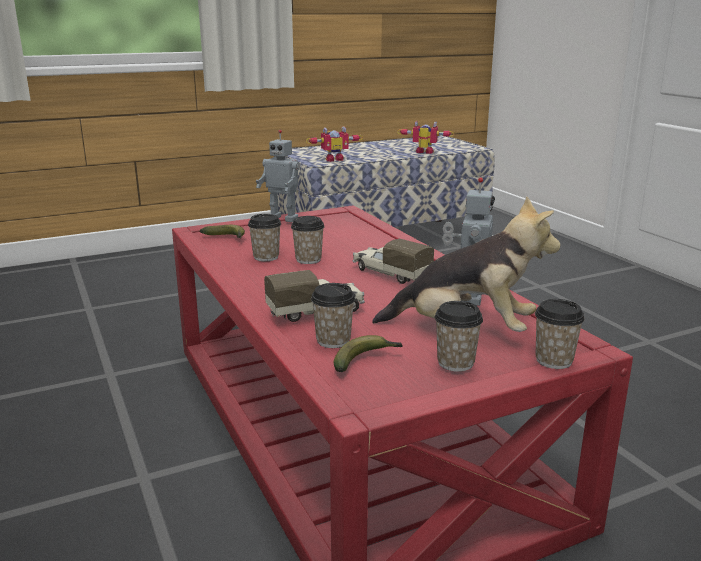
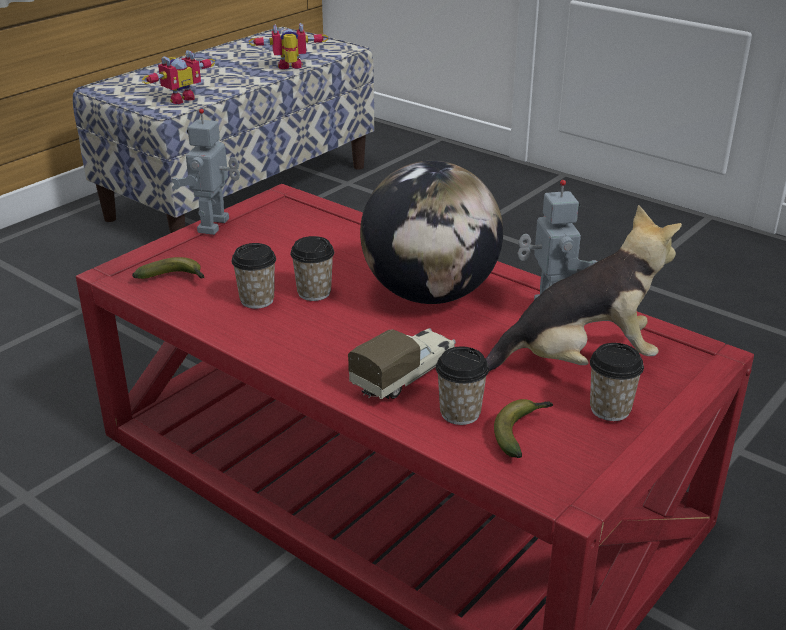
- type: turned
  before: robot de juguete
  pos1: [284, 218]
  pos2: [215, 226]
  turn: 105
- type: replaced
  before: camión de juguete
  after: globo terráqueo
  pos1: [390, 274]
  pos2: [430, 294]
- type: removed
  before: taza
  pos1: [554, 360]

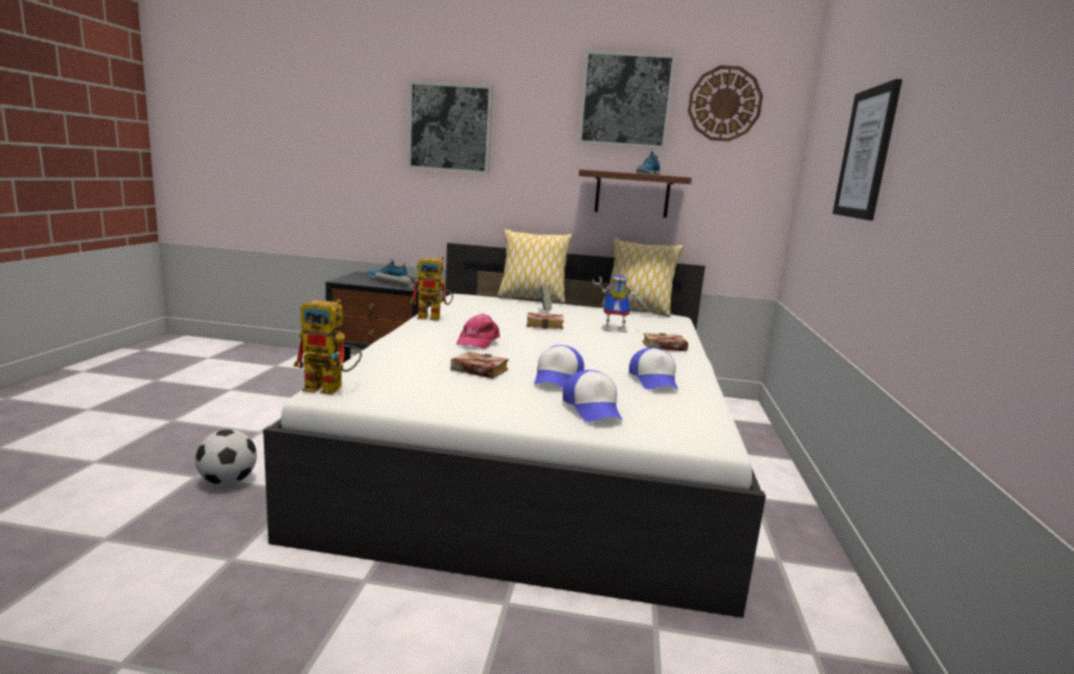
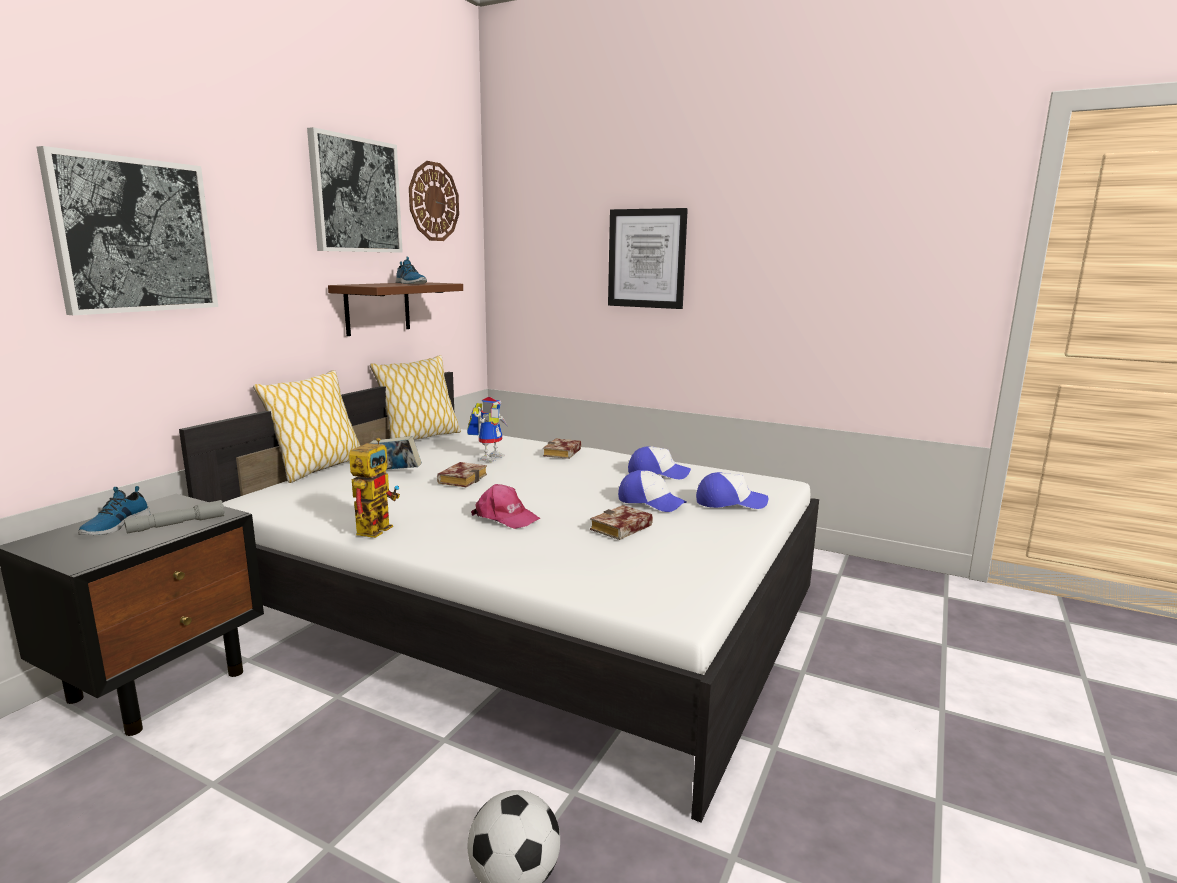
- type: removed
  before: robot de juguete
  pos1: [332, 388]

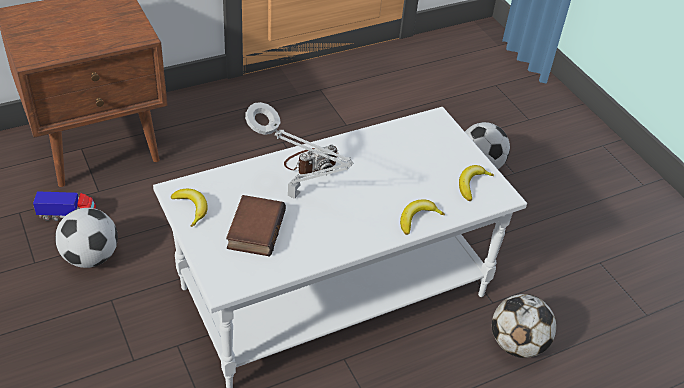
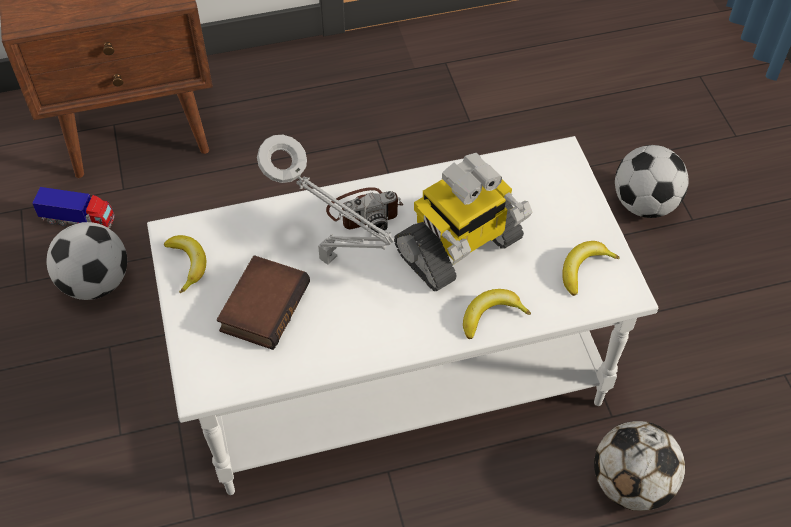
- type: added
  after: robot de juguete
  pos2: [459, 248]

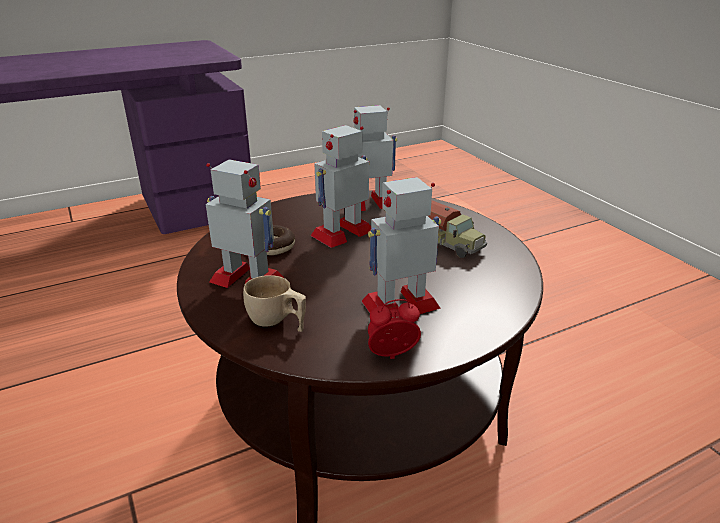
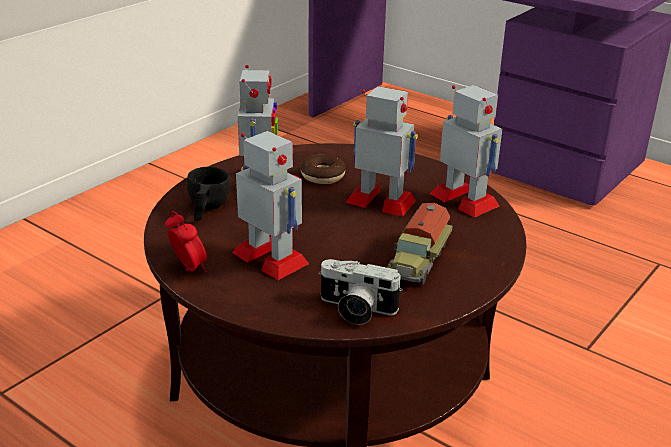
- type: recoloured
  before: taza [beis]
  after: taza [negro]
  pos1: [277, 322]
  pos2: [206, 209]
- type: added
  after: cámara
  pos2: [355, 310]

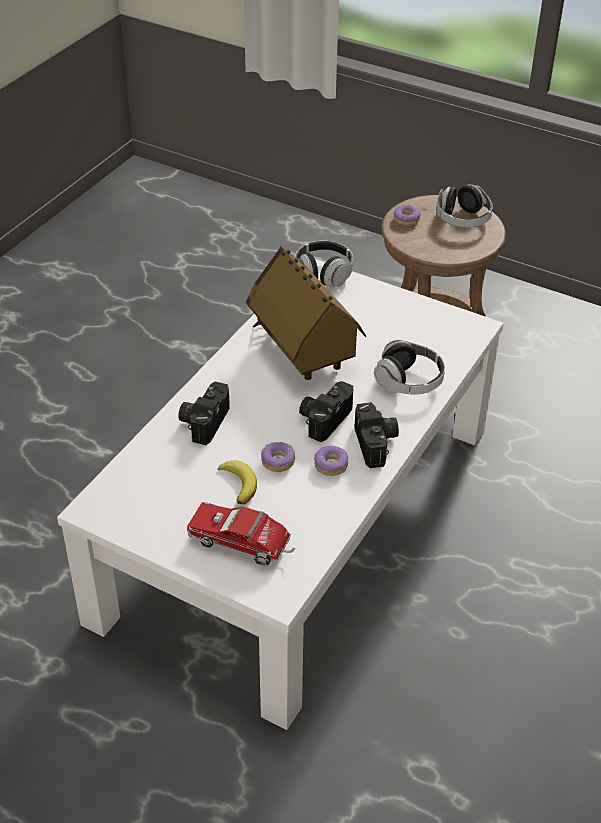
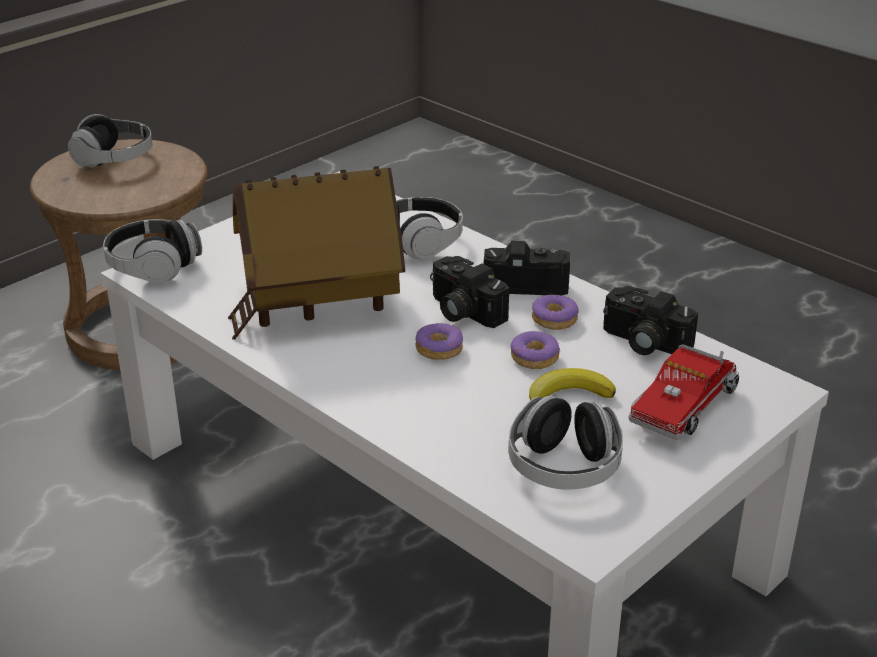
- type: moved
  before: cámara
  pos1: [204, 421]
  pos2: [642, 342]
- type: moved
  before: rosquilla
  pos1: [406, 219]
  pos2: [439, 349]
- type: added
  after: auriculares
  pos2: [563, 468]

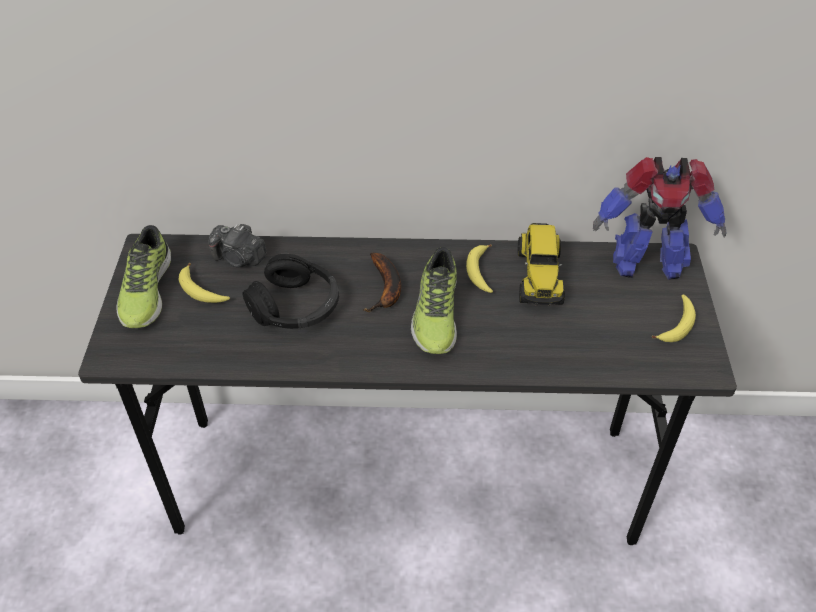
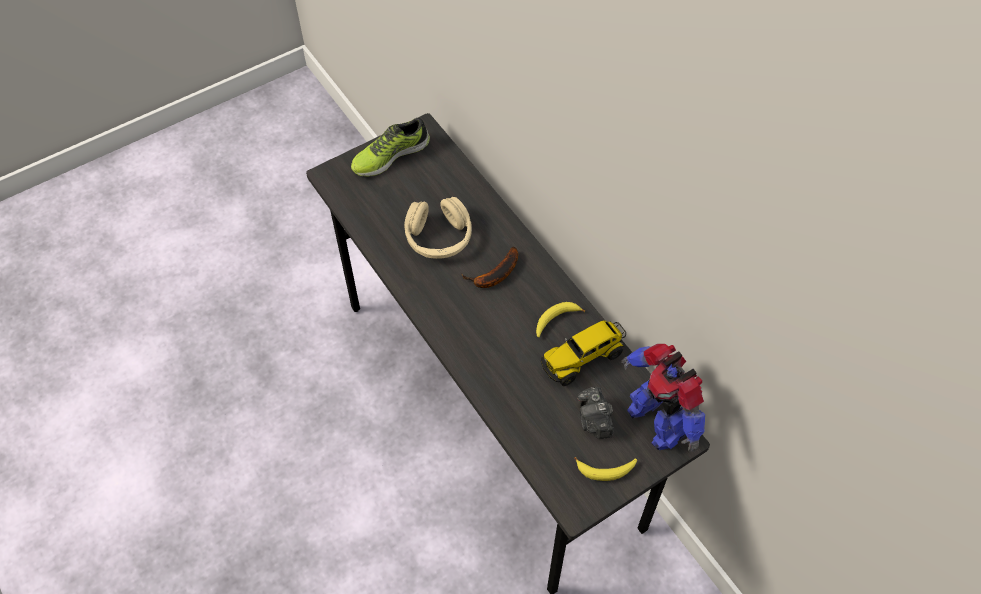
- type: removed
  before: plátano
  pos1: [201, 291]
- type: moved
  before: cámara
  pos1: [239, 258]
  pos2: [594, 420]
- type: recoloured
  before: auriculares [negro]
  after: auriculares [beis]
  pos1: [296, 306]
  pos2: [439, 237]
- type: removed
  before: zapato
  pos1: [435, 314]

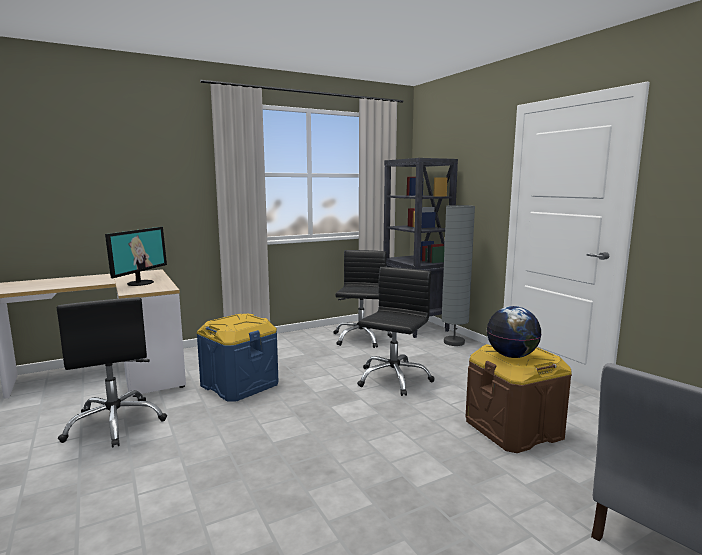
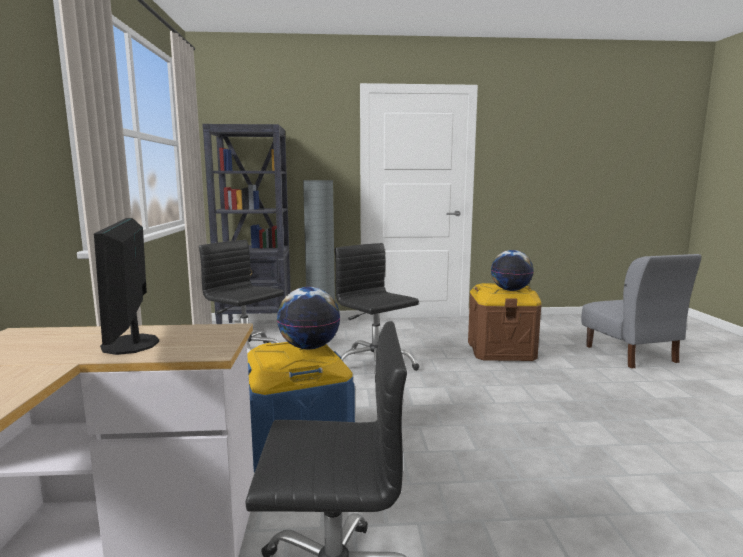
- type: turned
  before: monitor
  pos1: [140, 283]
  pos2: [132, 344]
  turn: -150
- type: added
  after: globo terráqueo
  pos2: [309, 347]

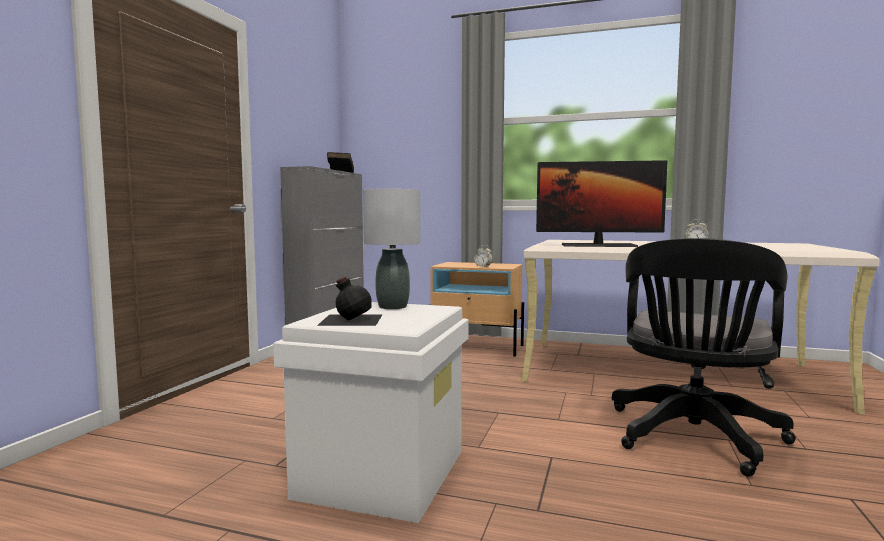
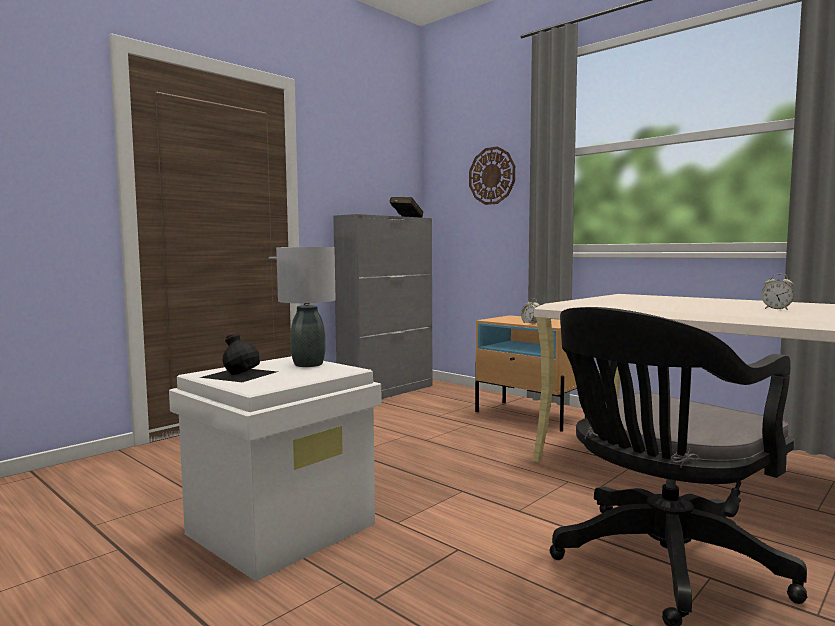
- type: removed
  before: monitor
  pos1: [598, 245]
- type: added
  after: reloj de pared
  pos2: [492, 176]

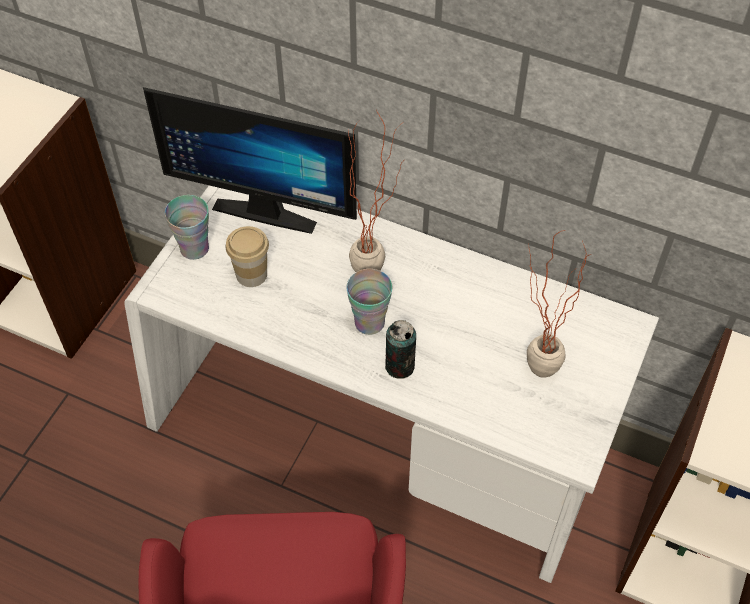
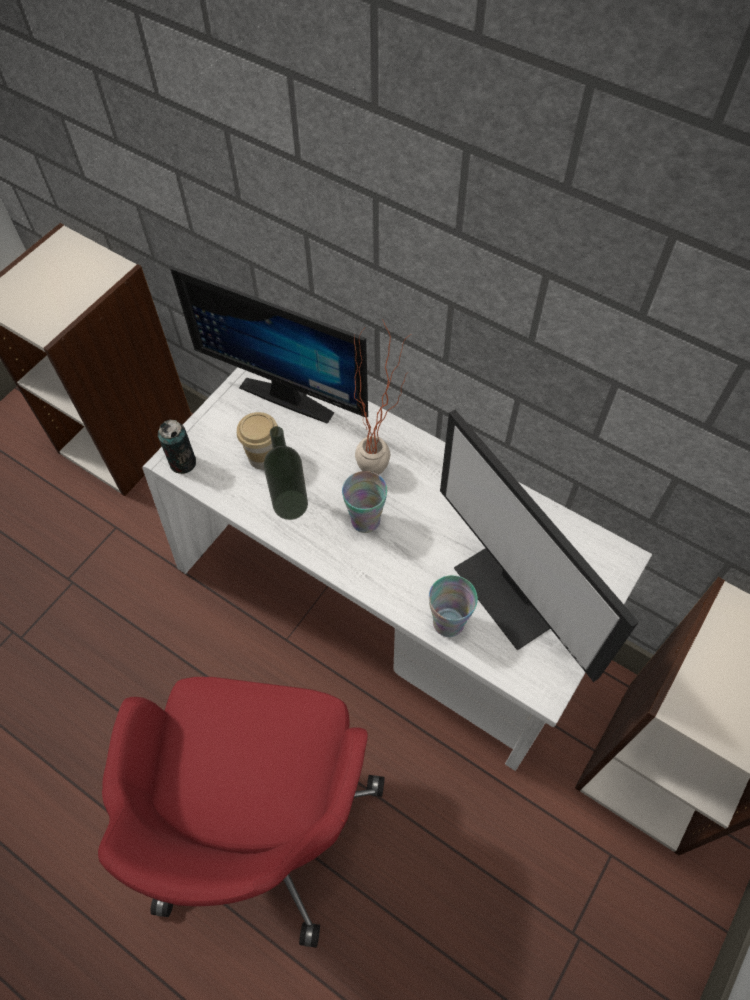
- type: moved
  before: taza
  pos1: [194, 248]
  pos2: [448, 622]
- type: moved
  before: lata
  pos1: [399, 366]
  pos2: [183, 463]
- type: replaced
  before: planta en maceta
  after: monitor
  pos1: [530, 371]
  pos2: [513, 592]
- type: added
  after: botella
  pos2: [290, 504]

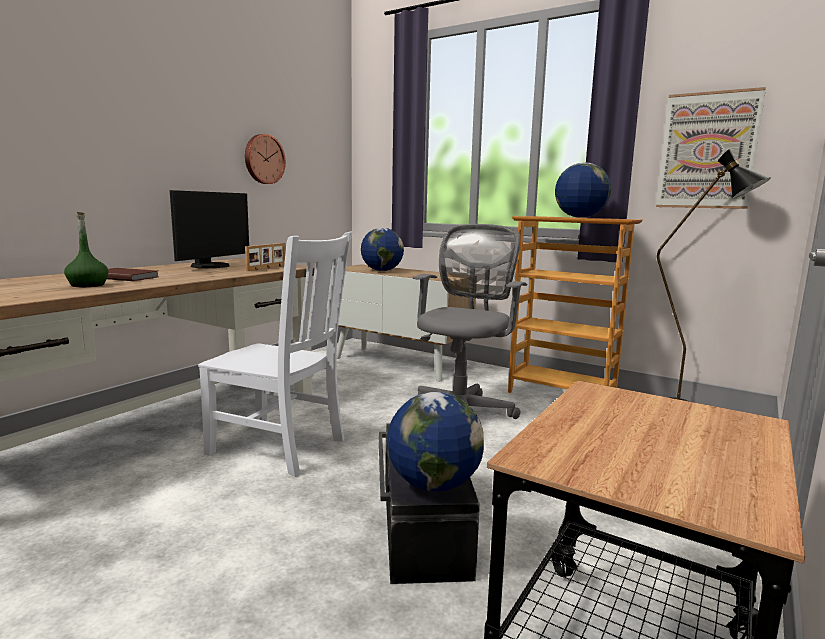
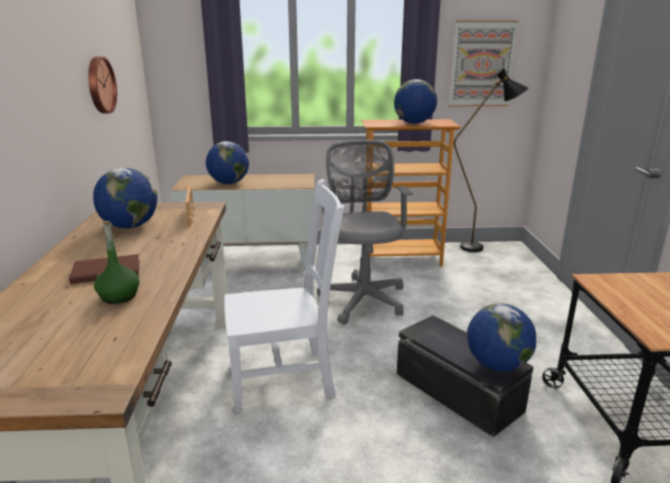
- type: replaced
  before: monitor
  after: globo terráqueo
  pos1: [212, 266]
  pos2: [130, 226]

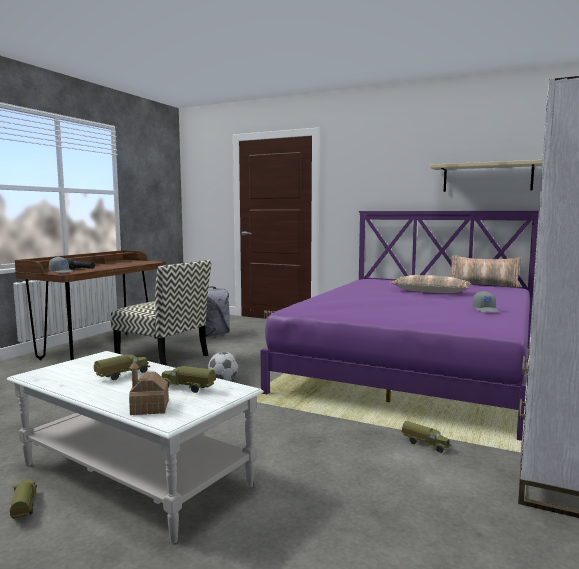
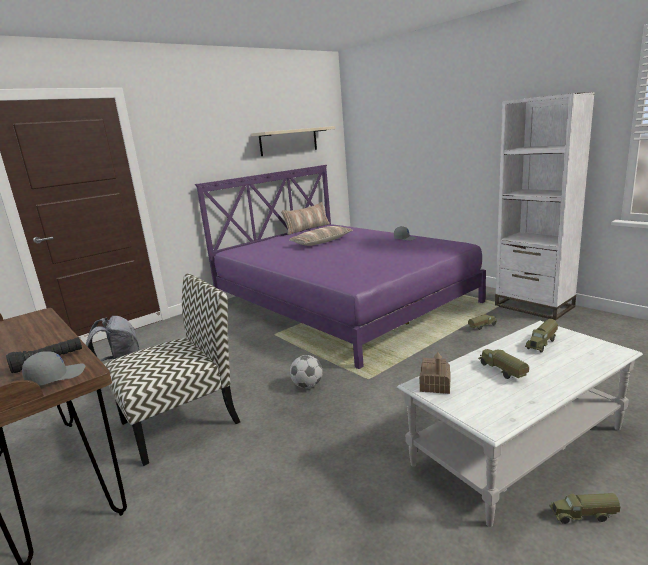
- type: moved
  before: casita
  pos1: [149, 408]
  pos2: [435, 385]

